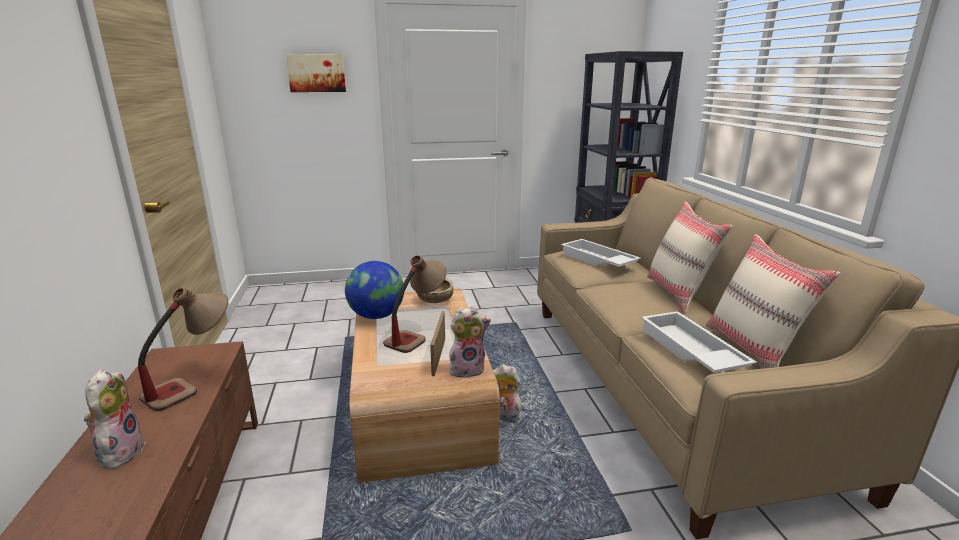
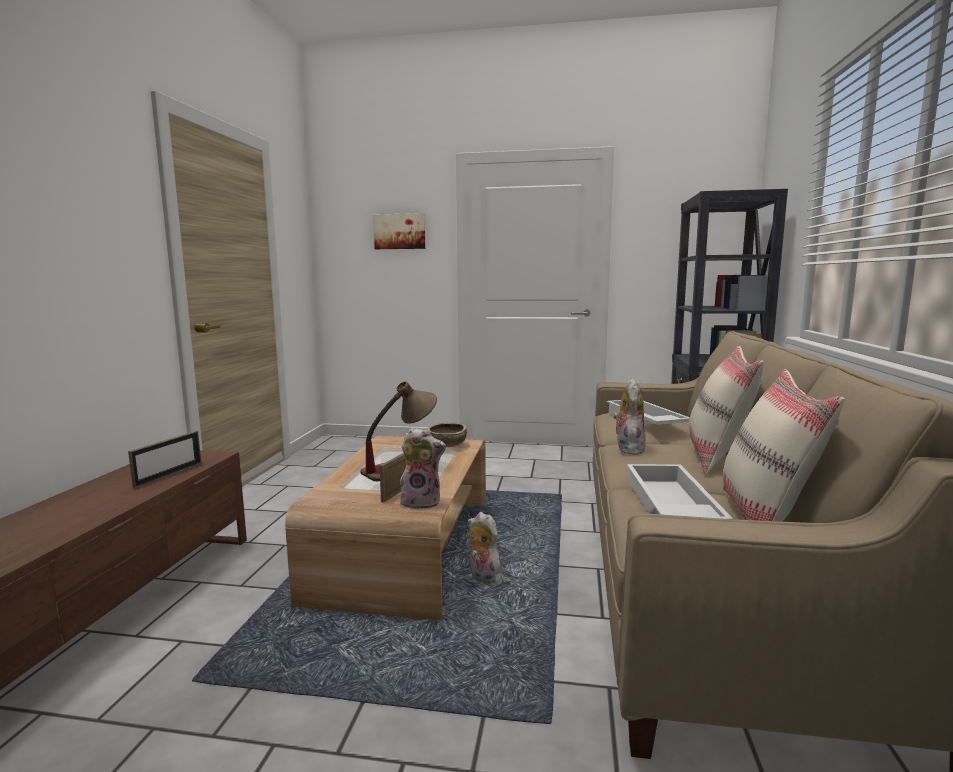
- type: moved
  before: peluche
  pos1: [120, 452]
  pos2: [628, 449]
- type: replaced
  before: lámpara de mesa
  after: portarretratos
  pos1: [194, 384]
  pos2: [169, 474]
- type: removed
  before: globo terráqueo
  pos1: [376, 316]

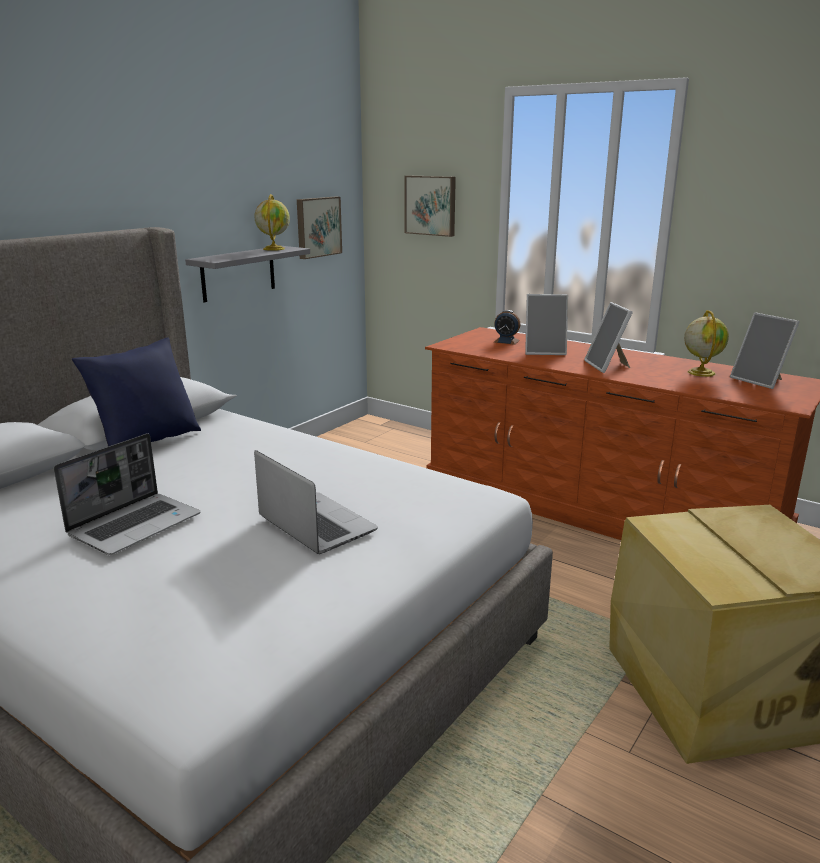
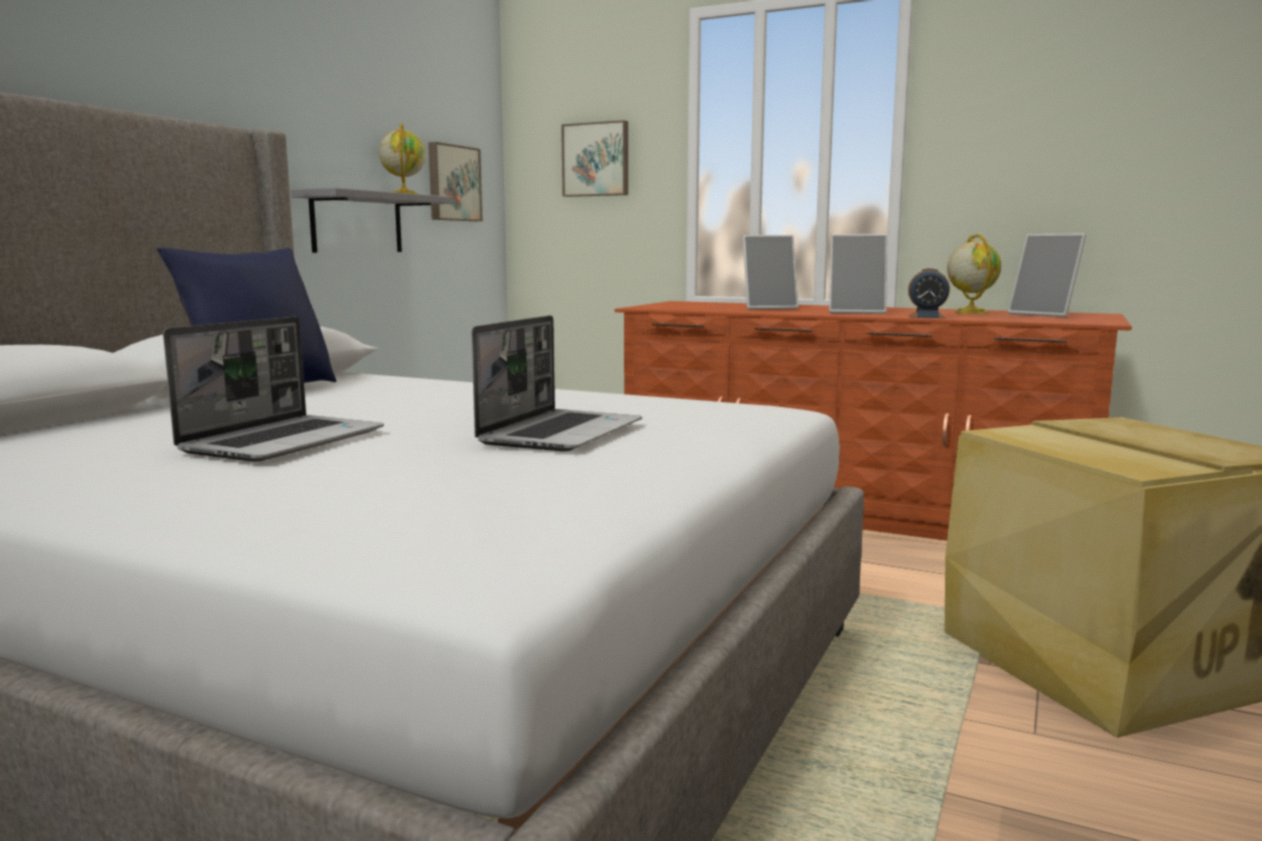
- type: turned
  before: portátil
  pos1: [314, 525]
  pos2: [561, 433]
  turn: 75
- type: moved
  before: despertador
  pos1: [506, 341]
  pos2: [927, 317]
- type: turned
  before: portarretratos
  pos1: [607, 366]
  pos2: [856, 312]
  turn: -60

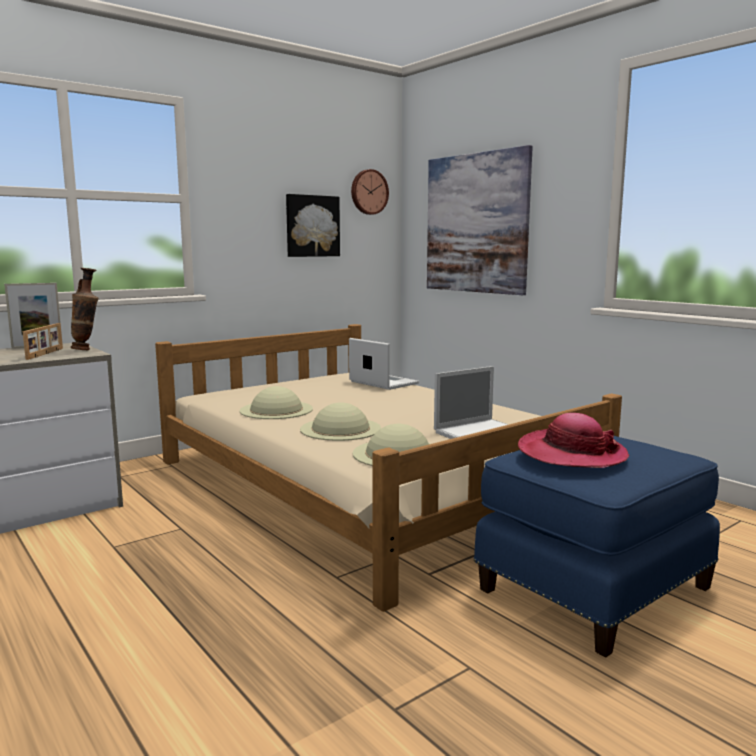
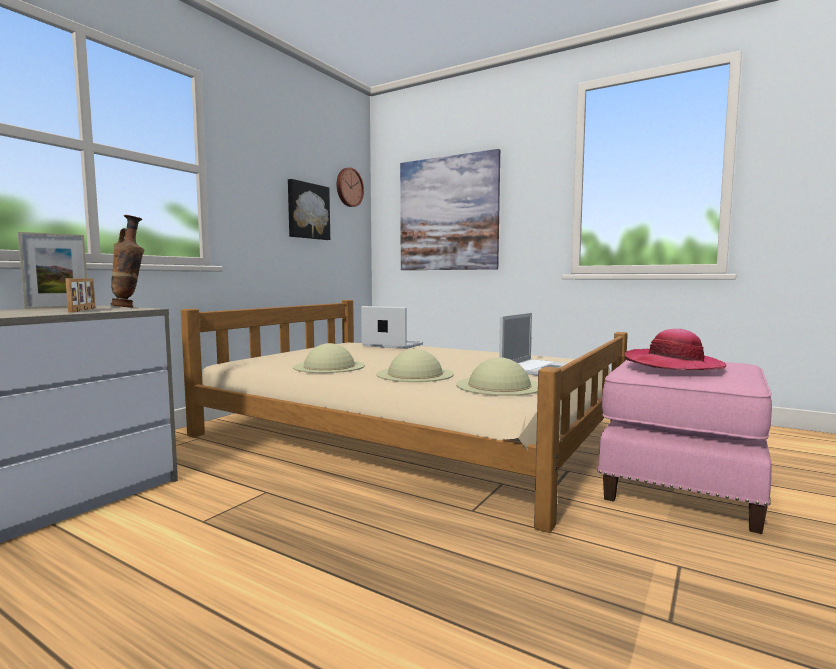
- type: recoloured
  before: puf [azul]
  after: puf [rosa]
  pos1: [592, 587]
  pos2: [680, 483]

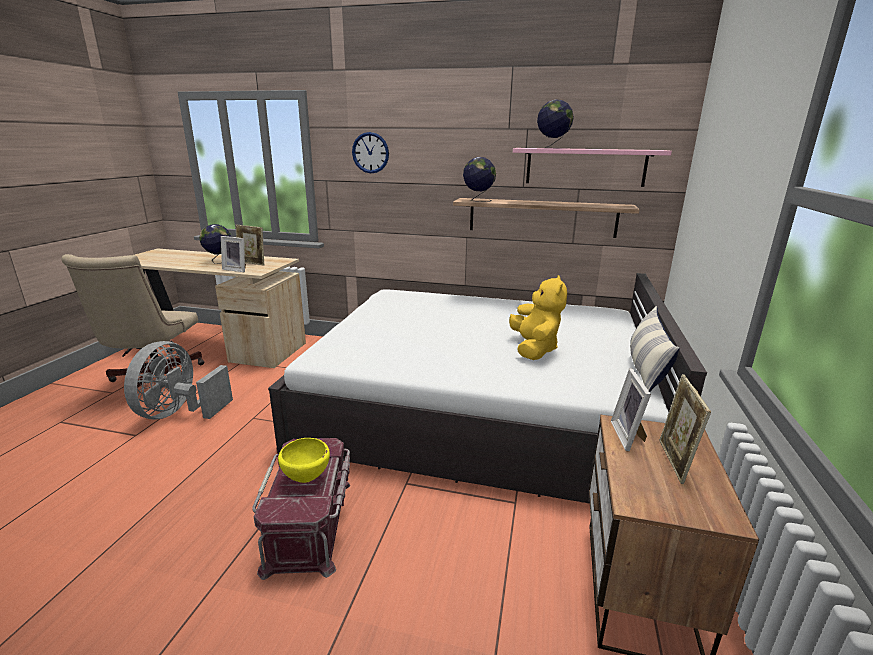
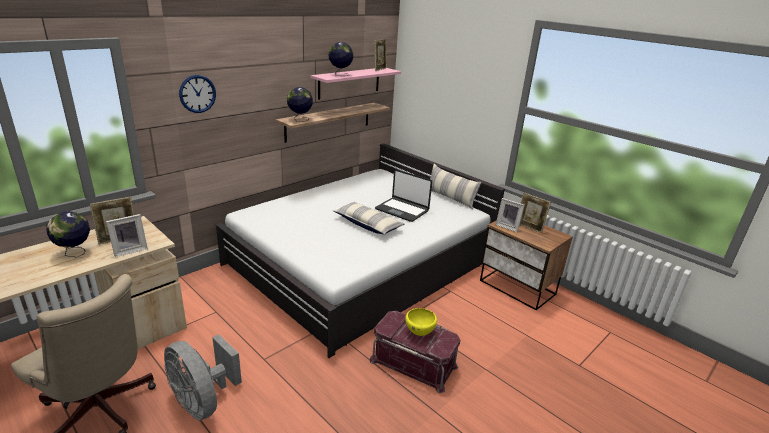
- type: replaced
  before: peluche [amarillo]
  after: portátil
  pos1: [534, 349]
  pos2: [402, 210]
- type: added
  after: cojín
  pos2: [367, 224]
- type: added
  after: portarretratos
  pos2: [379, 69]

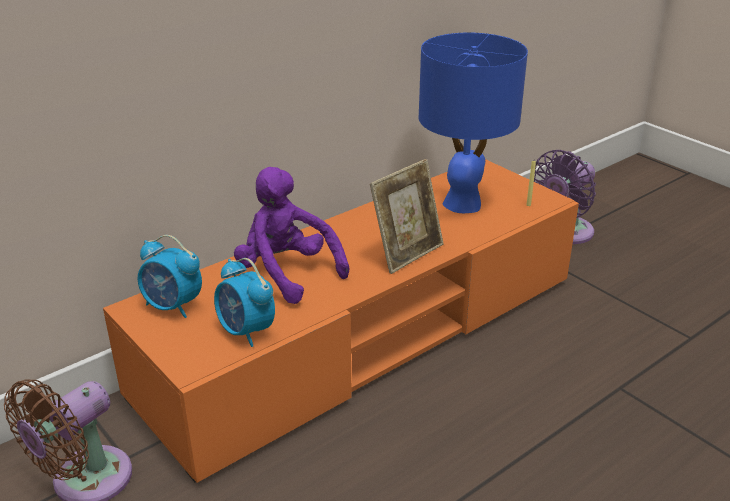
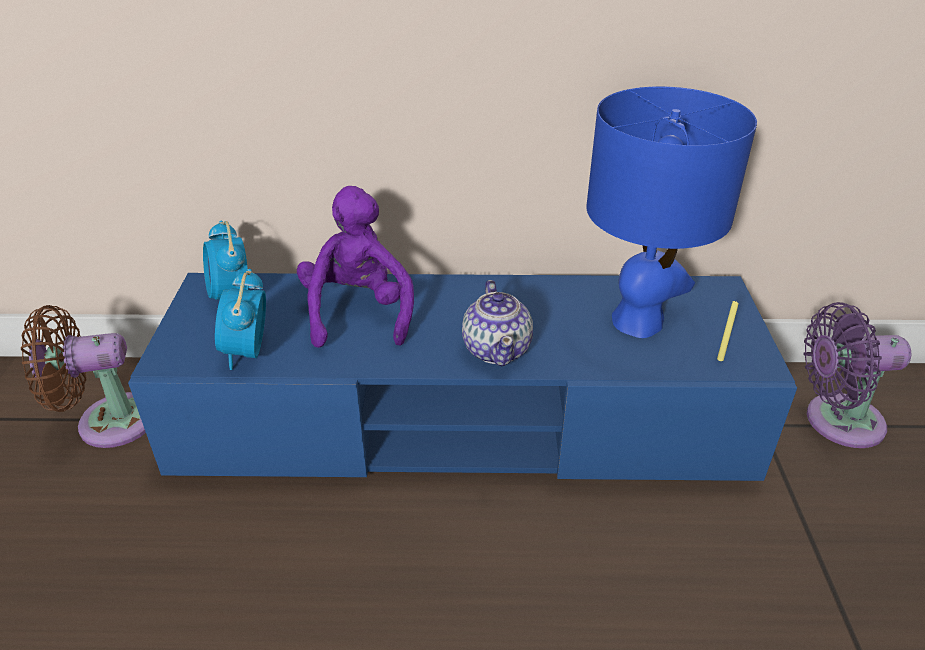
- type: recoloured
  before: mueble de televisión [naranja]
  after: mueble de televisión [azul]
  pos1: [365, 335]
  pos2: [462, 421]
- type: replaced
  before: portarretratos
  after: tetera
  pos1: [407, 253]
  pos2: [497, 349]

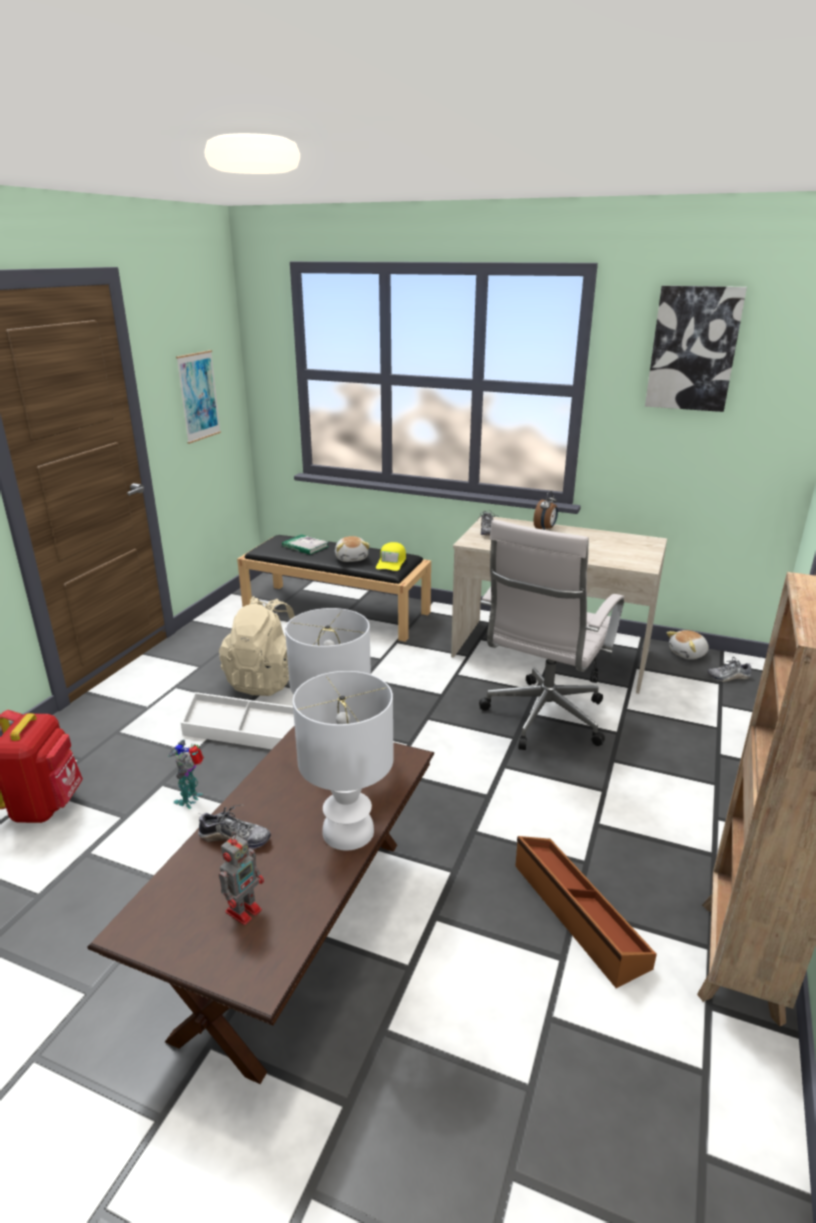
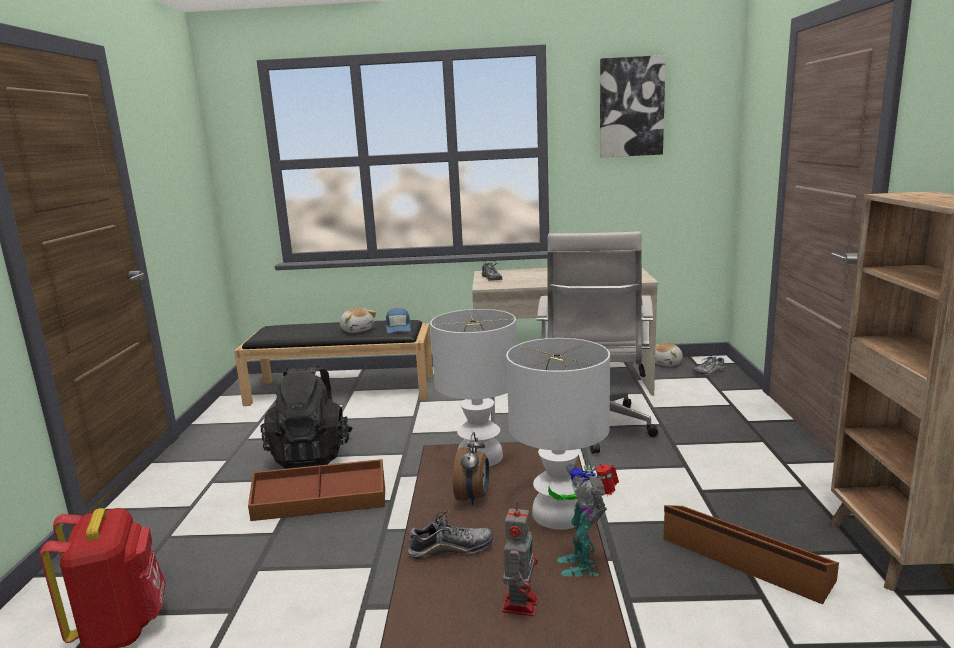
- type: moved
  before: robot de juguete
  pos1: [191, 799]
  pos2: [582, 563]
- type: removed
  before: cuadro
  pos1: [198, 396]
- type: recoloured
  before: caja de almacenaje [blanco]
  after: caja de almacenaje [marrón]
  pos1: [245, 733]
  pos2: [320, 503]
- type: recoloured
  before: mochila [beis]
  after: mochila [negro]
  pos1: [267, 680]
  pos2: [311, 455]
- type: removed
  before: libro
  pos1: [305, 546]
- type: recoloured
  before: gorra [amarillo]
  after: gorra [azul]
  pos1: [391, 562]
  pos2: [398, 327]
- type: moved
  before: despertador
  pos1: [545, 529]
  pos2: [473, 497]

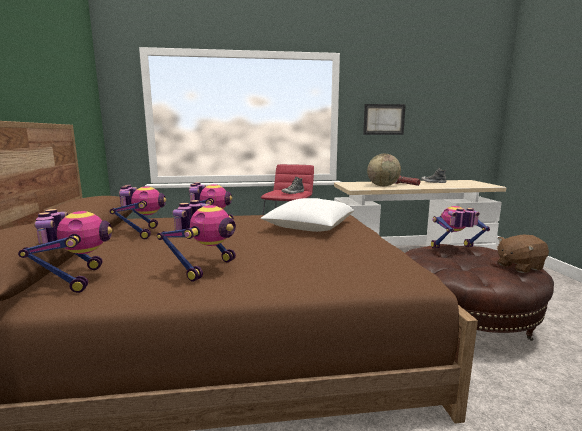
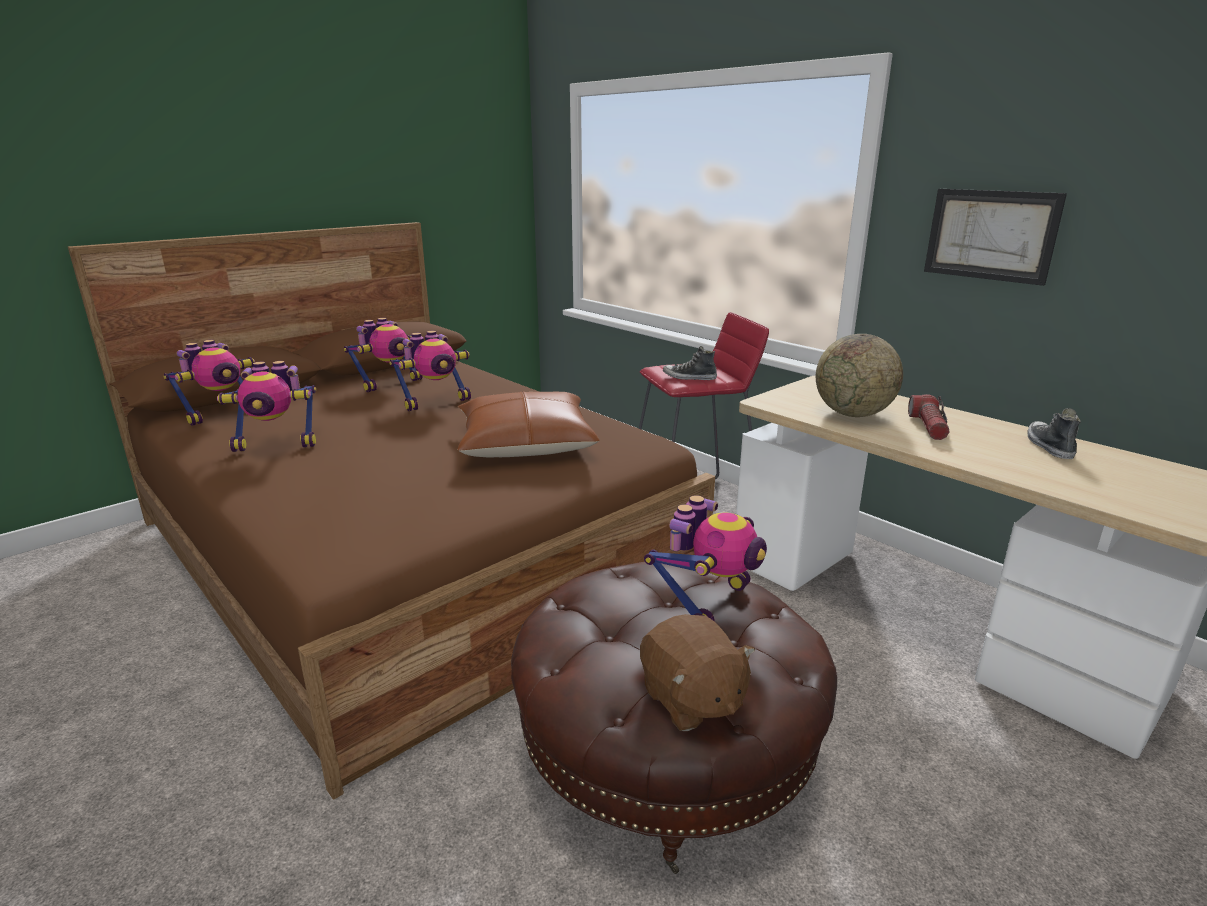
- type: recoloured
  before: cojín [blanco]
  after: cojín [marrón]
  pos1: [309, 226]
  pos2: [525, 443]
- type: turned
  before: robot de juguete
  pos1: [454, 249]
  pos2: [708, 602]
  turn: 75
- type: turned
  before: peluche [marrón]
  pos1: [519, 266]
  pos2: [691, 700]
  turn: -150

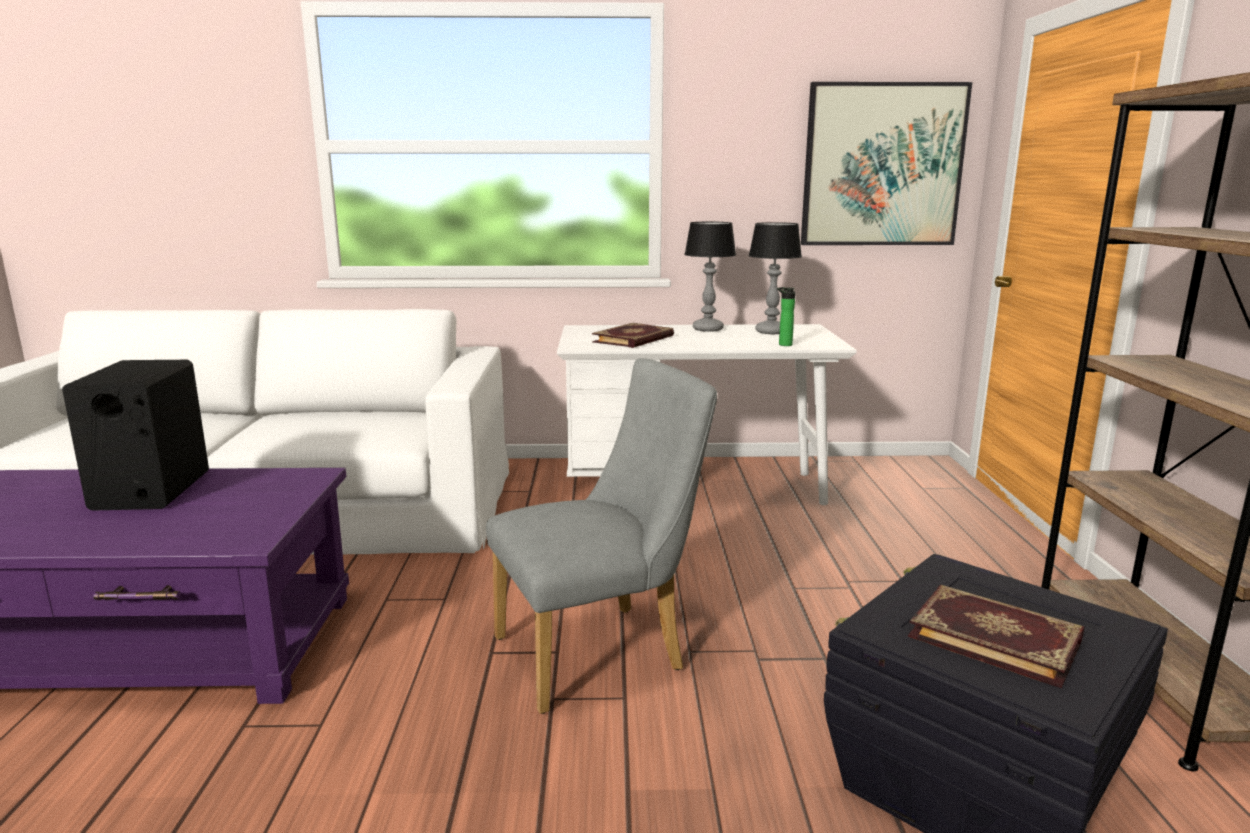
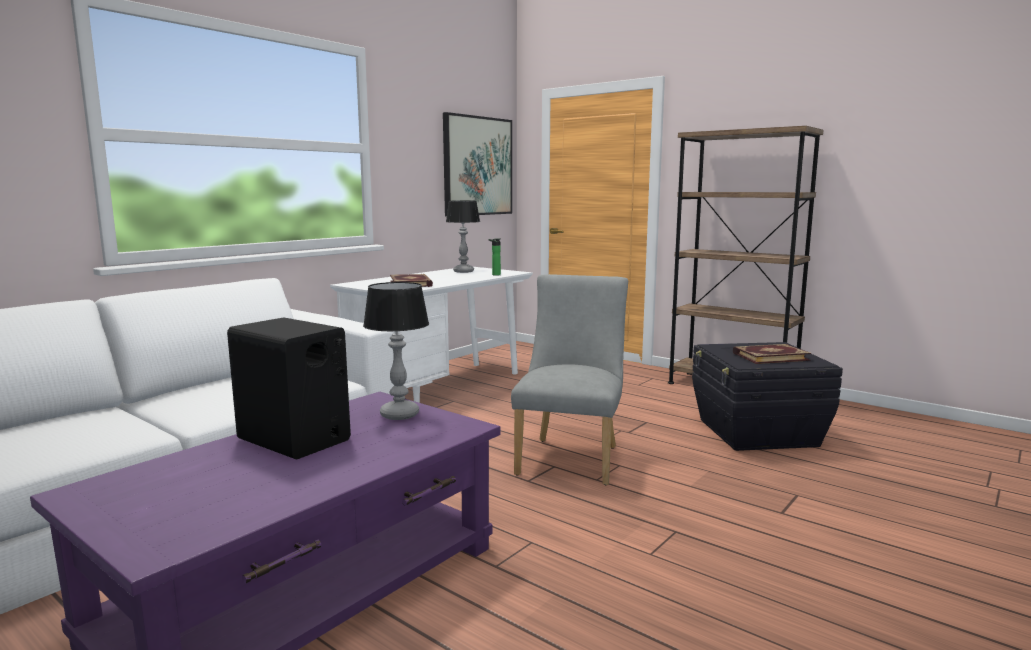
- type: moved
  before: lámpara de mesa
  pos1: [707, 329]
  pos2: [399, 414]

